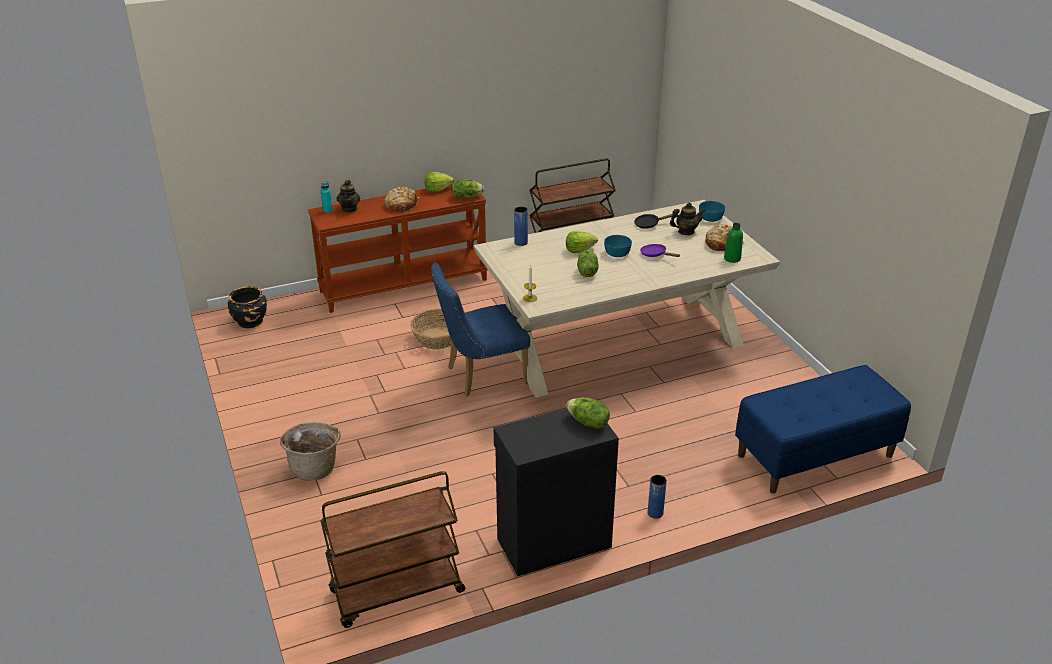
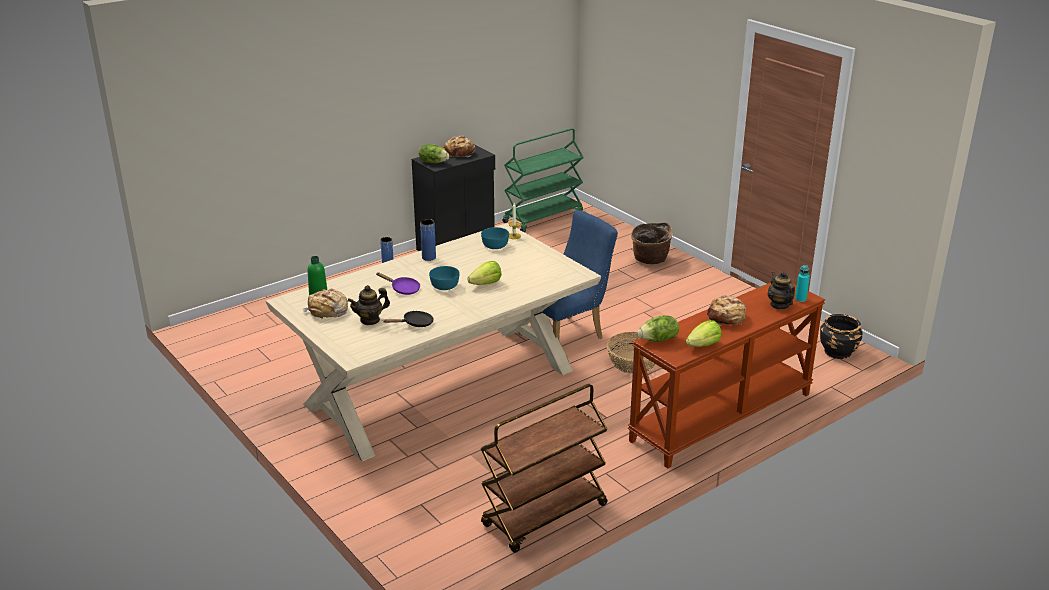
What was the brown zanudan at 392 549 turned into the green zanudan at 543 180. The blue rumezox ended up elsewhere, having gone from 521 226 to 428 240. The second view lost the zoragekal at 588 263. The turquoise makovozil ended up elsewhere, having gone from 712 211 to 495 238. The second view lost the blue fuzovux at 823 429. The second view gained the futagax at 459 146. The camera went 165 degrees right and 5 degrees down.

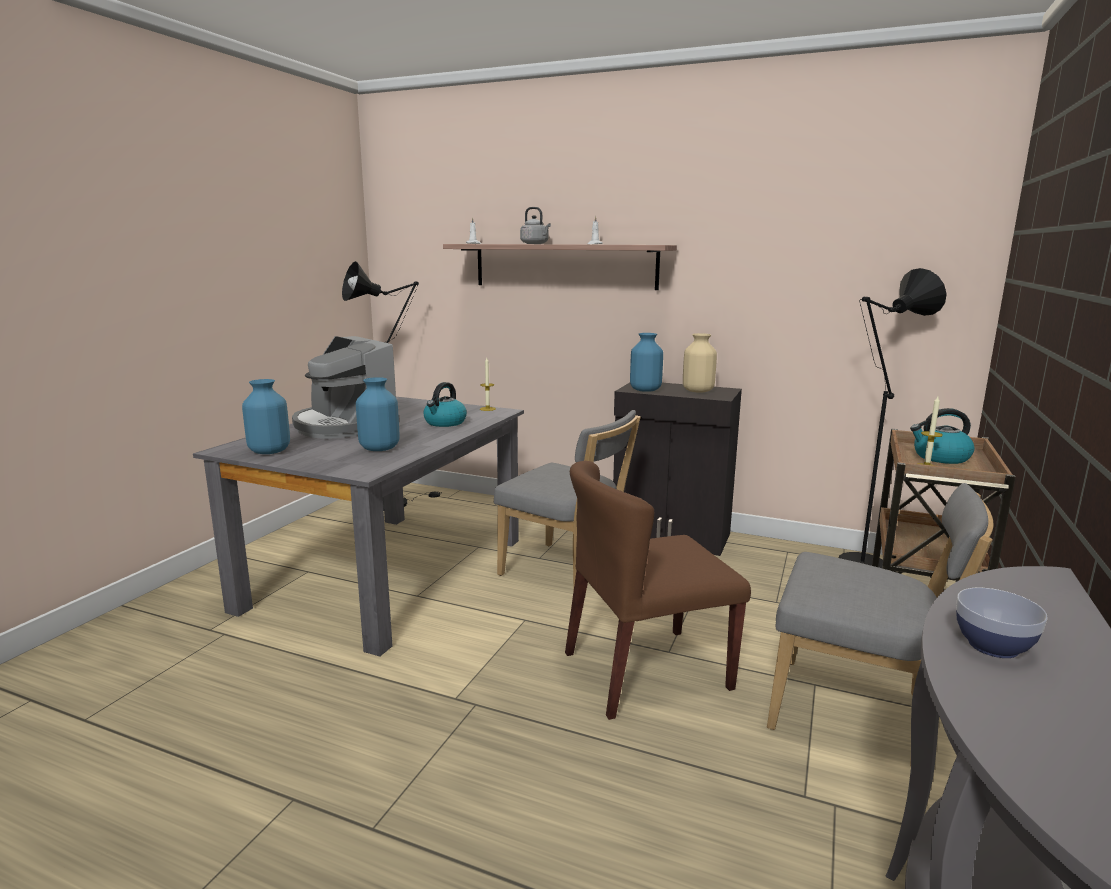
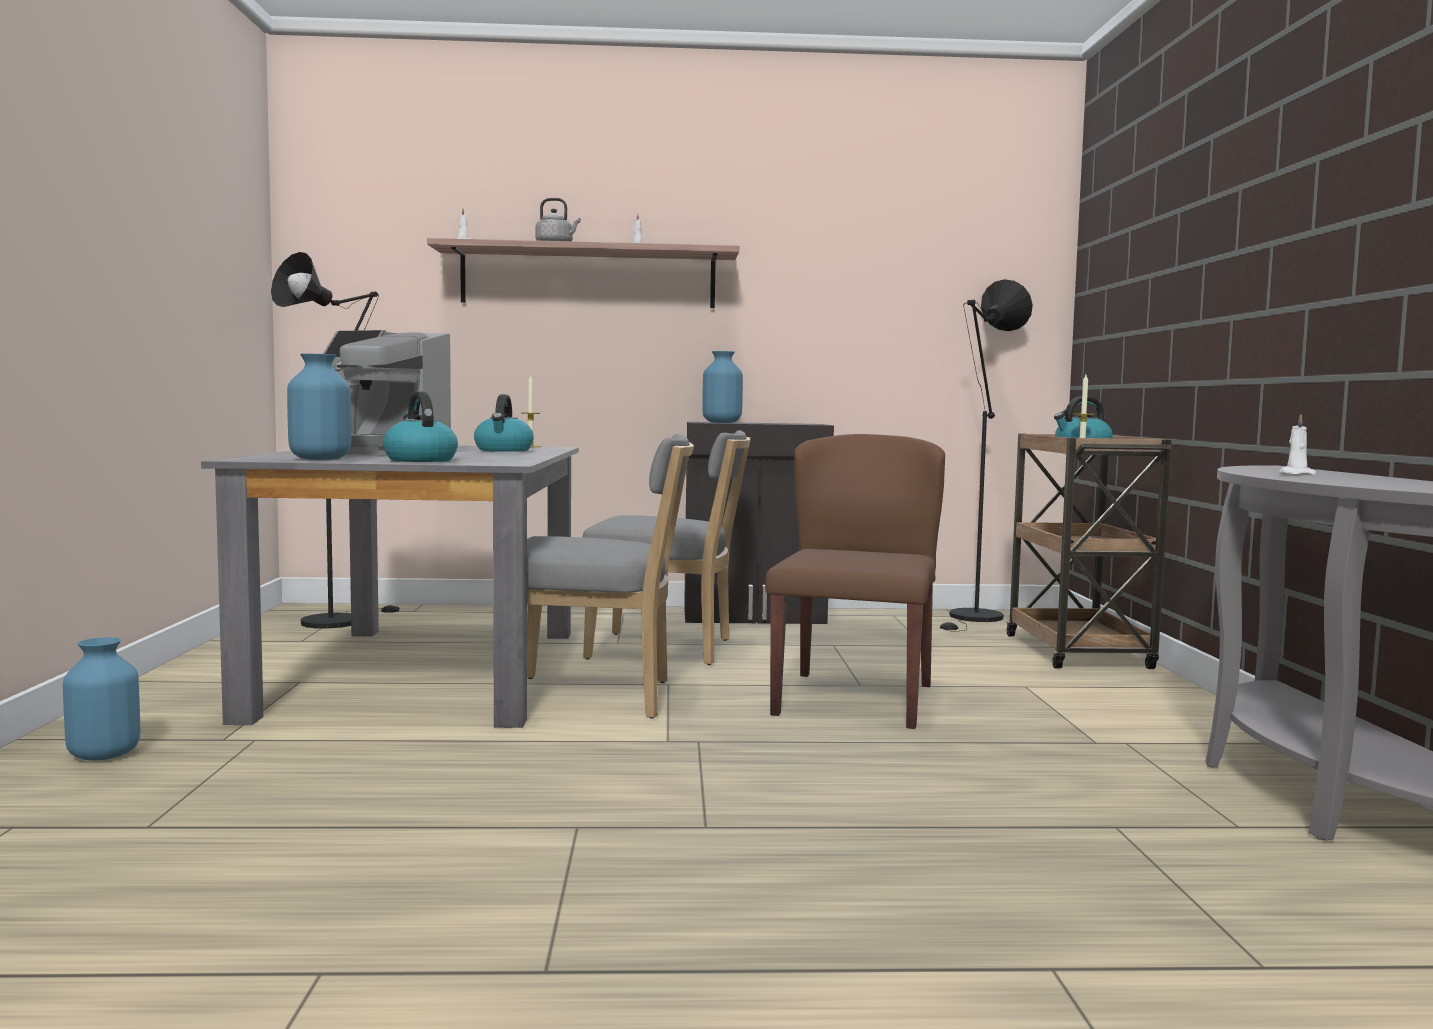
The blue rumezox ended up elsewhere, having gone from 378 414 to 101 699. The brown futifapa at 658 590 ended up facing another way, 150 degrees clockwise from before. The second view lost the beige rumezox at 700 363. The grey futifapa ended up elsewhere, having gone from 880 624 to 610 576. Where the makovozil stood at 1002 623, the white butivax came to stand at 1297 444. The second view gained the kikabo at 420 426. The camera went 25 degrees left and 10 degrees down.

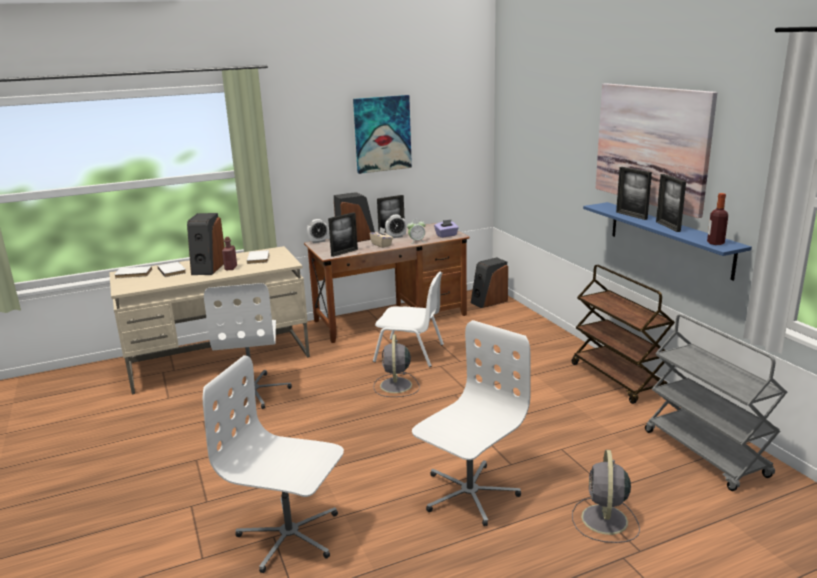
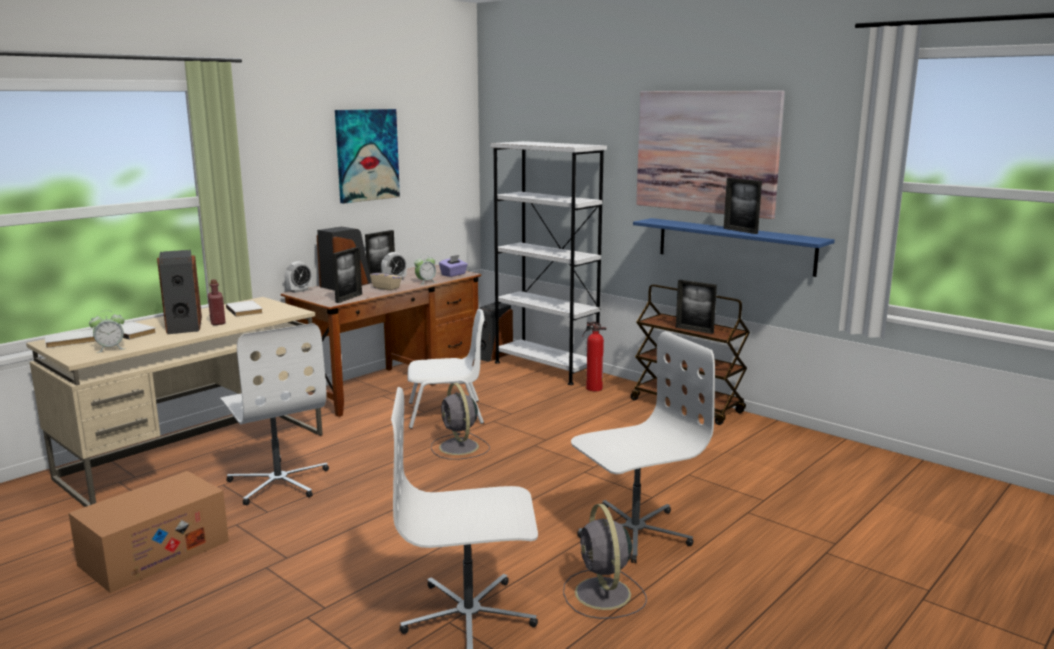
The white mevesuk at 471 423 ended up facing another way, 45 degrees clockwise from before. The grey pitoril ended up elsewhere, having gone from 606 496 to 605 561. The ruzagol ended up elsewhere, having gone from 634 193 to 696 307. The second view lost the grey zanudan at 716 402. The second view lost the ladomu at 717 219. The second view gained the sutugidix at 149 532. The second view gained the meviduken at 107 331. The second view gained the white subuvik at 548 263. The second view gained the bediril at 594 356. The camera went 25 degrees left and 5 degrees down.

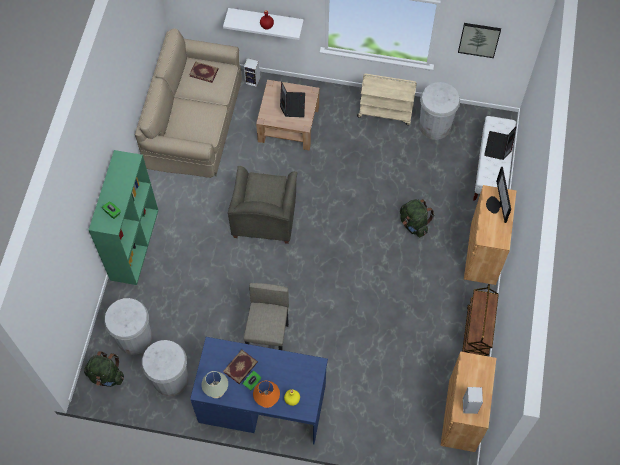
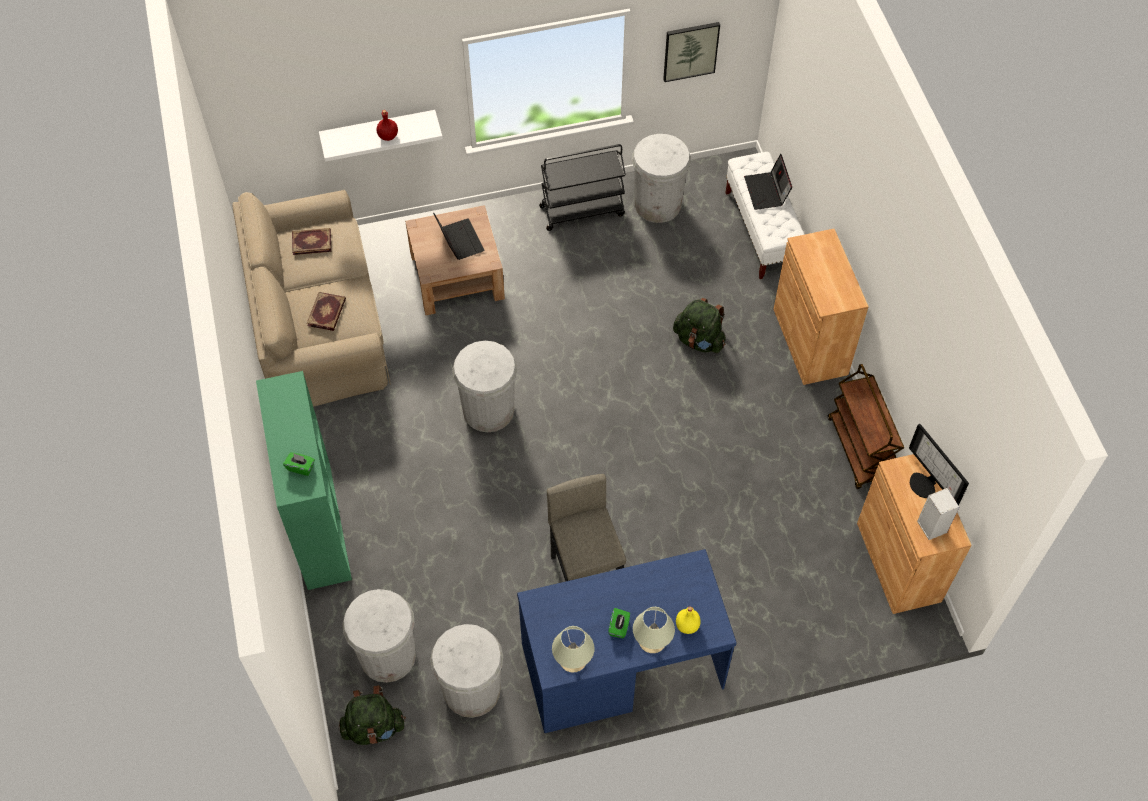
The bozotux ended up elsewhere, having gone from 240 367 to 326 311. Where the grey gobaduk stood at 263 205, the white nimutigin came to stand at 484 386. The second view lost the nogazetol at 252 72. What was the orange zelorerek at 266 394 turned into the beige zelorerek at 654 630. What was the beige zanudan at 387 99 turned into the black zanudan at 582 187. The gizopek ended up elsewhere, having gone from 498 195 to 939 464. The camera went 25 degrees left and 5 degrees down.

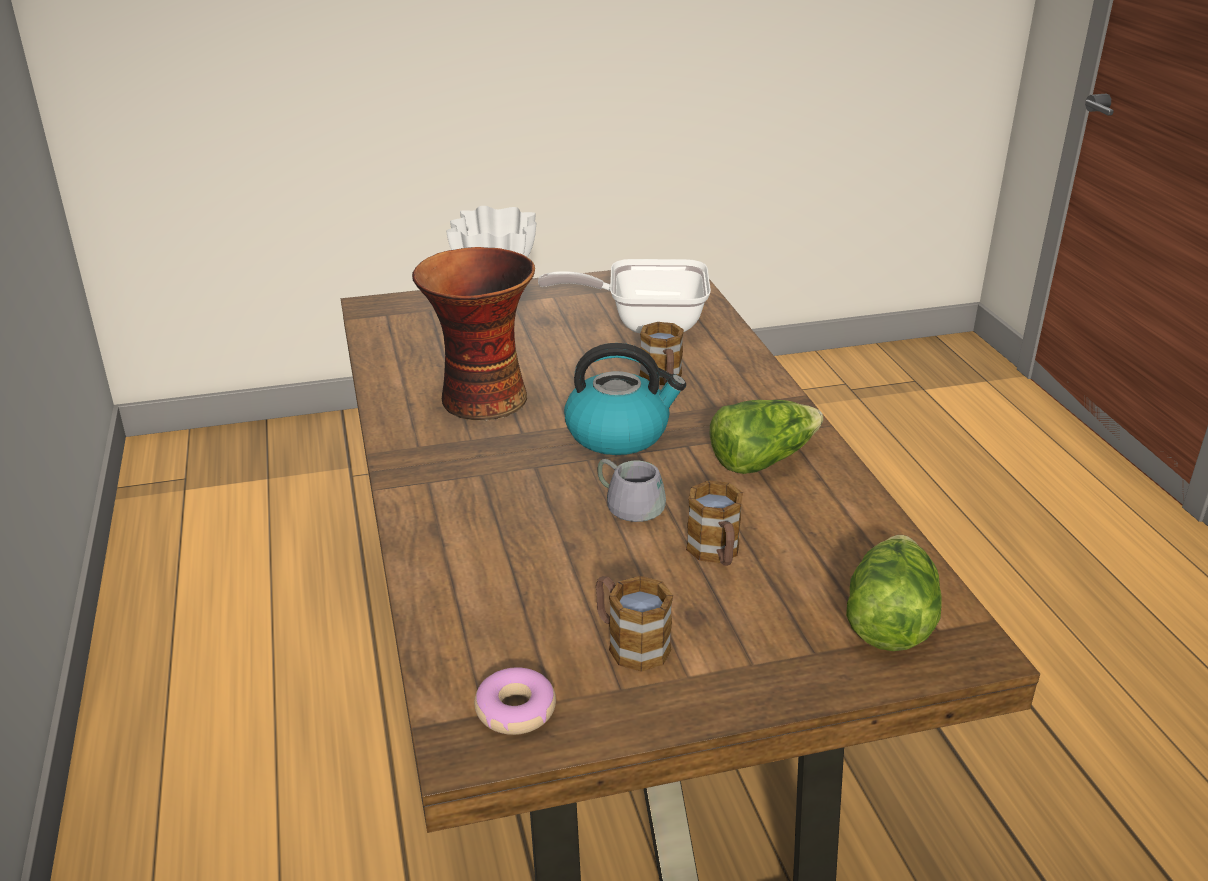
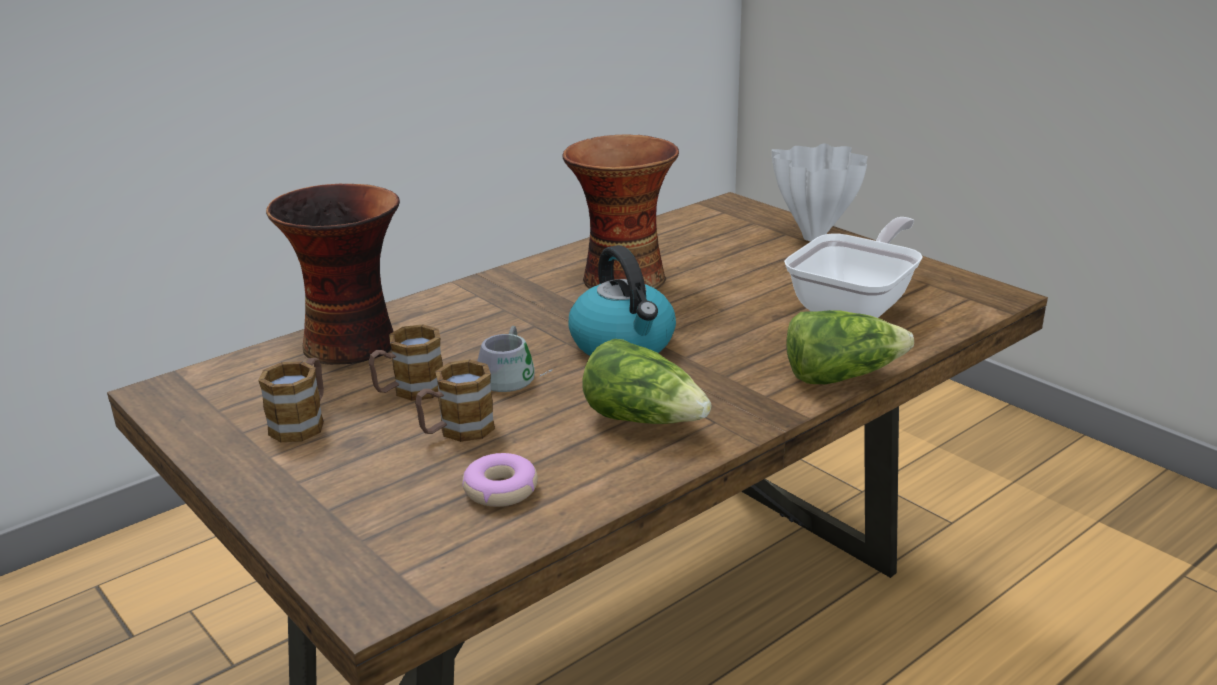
The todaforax ended up elsewhere, having gone from 515 701 to 500 480. The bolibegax at 624 296 ended up facing another way, 60 degrees clockwise from before. The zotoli ended up elsewhere, having gone from 662 353 to 406 362. The zoragekal ended up elsewhere, having gone from 893 593 to 850 347. The second view gained the rumezox at 333 274. The camera went 65 degrees right and 5 degrees down.

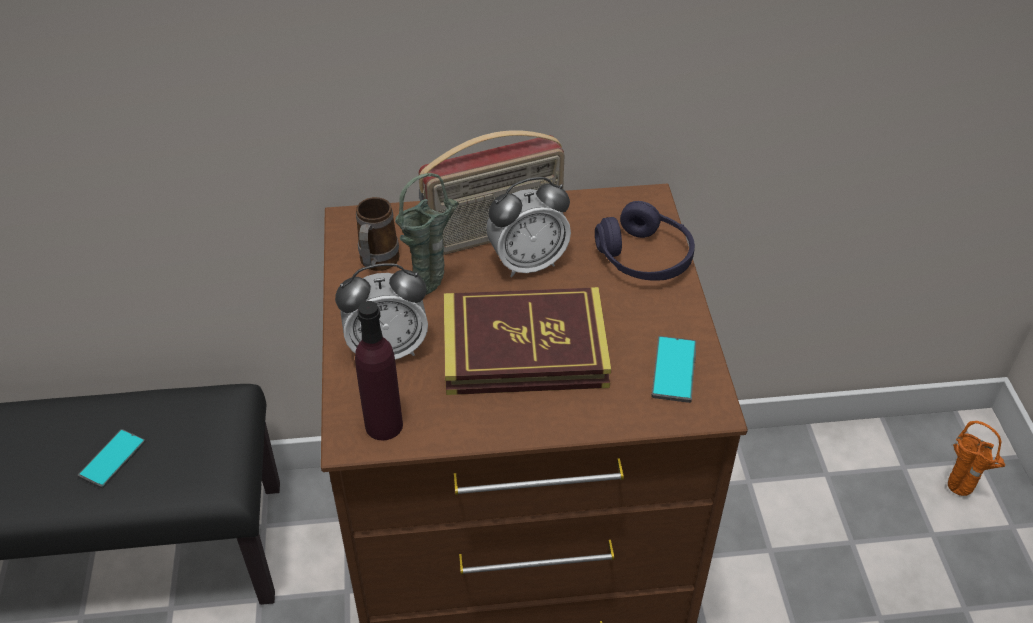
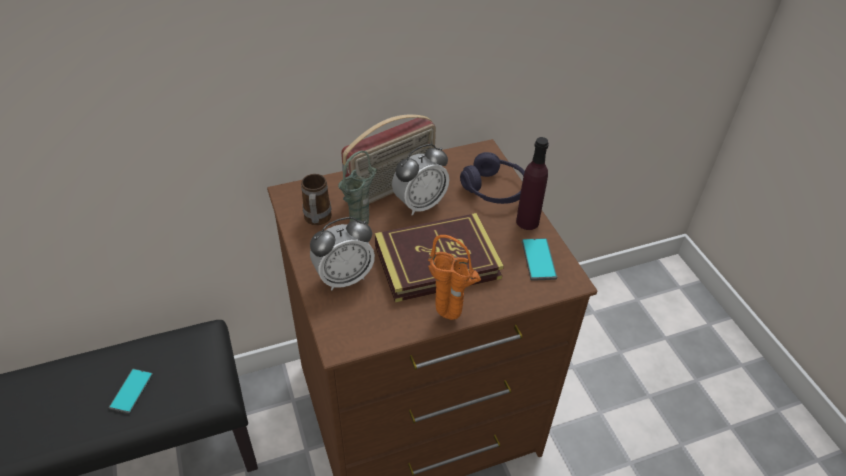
The purple ladomu ended up elsewhere, having gone from 379 370 to 532 183. The orange rumezox ended up elsewhere, having gone from 976 458 to 454 277. The camera went 15 degrees left and 0 degrees up.

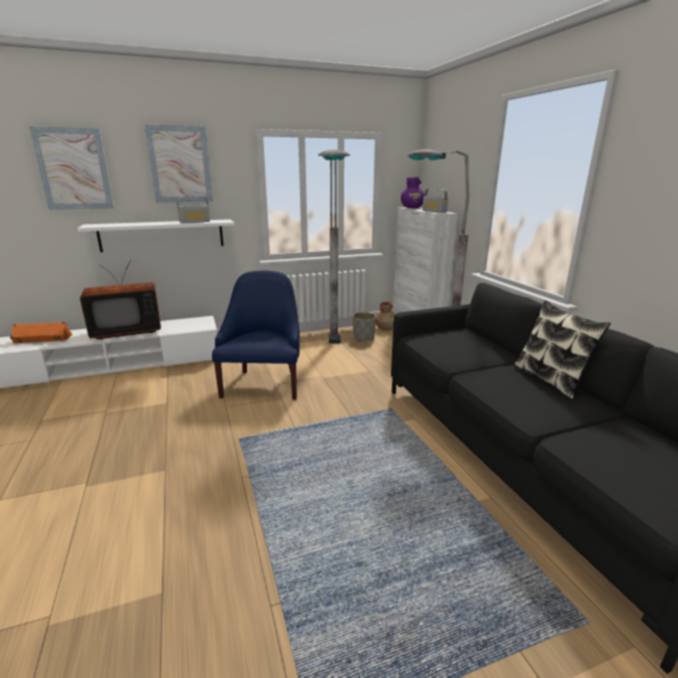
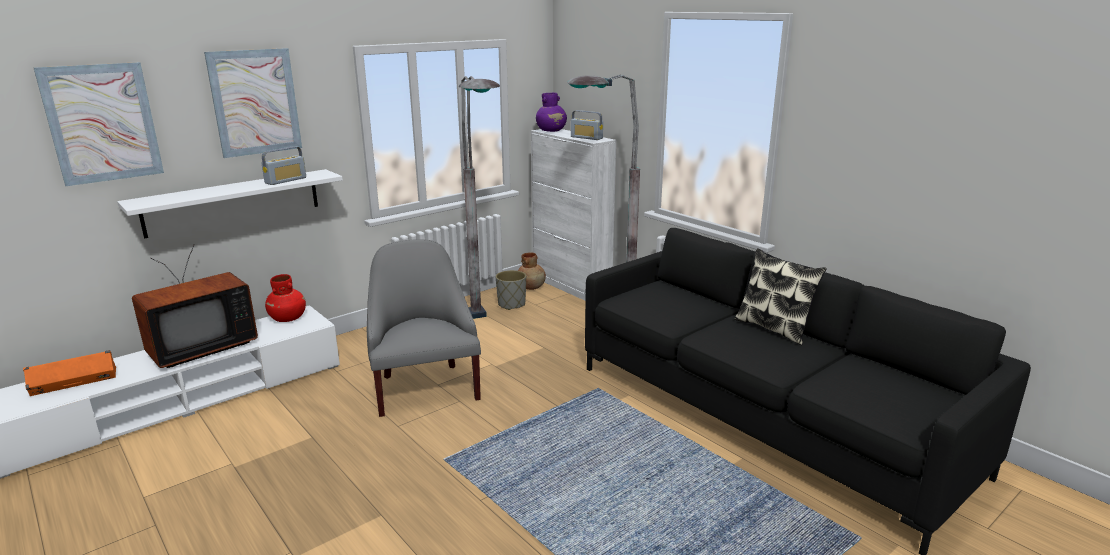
What was the blue gobaduk at 256 335 turned into the grey gobaduk at 424 328. The second view gained the red rumezox at 285 298. The camera went 20 degrees left and 0 degrees up.

